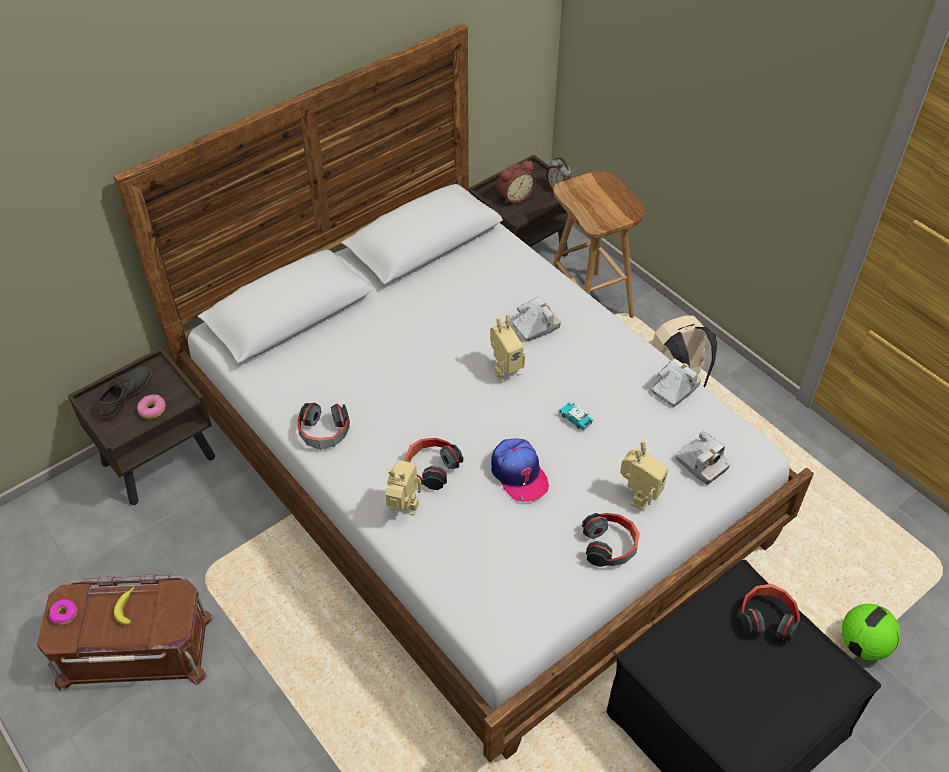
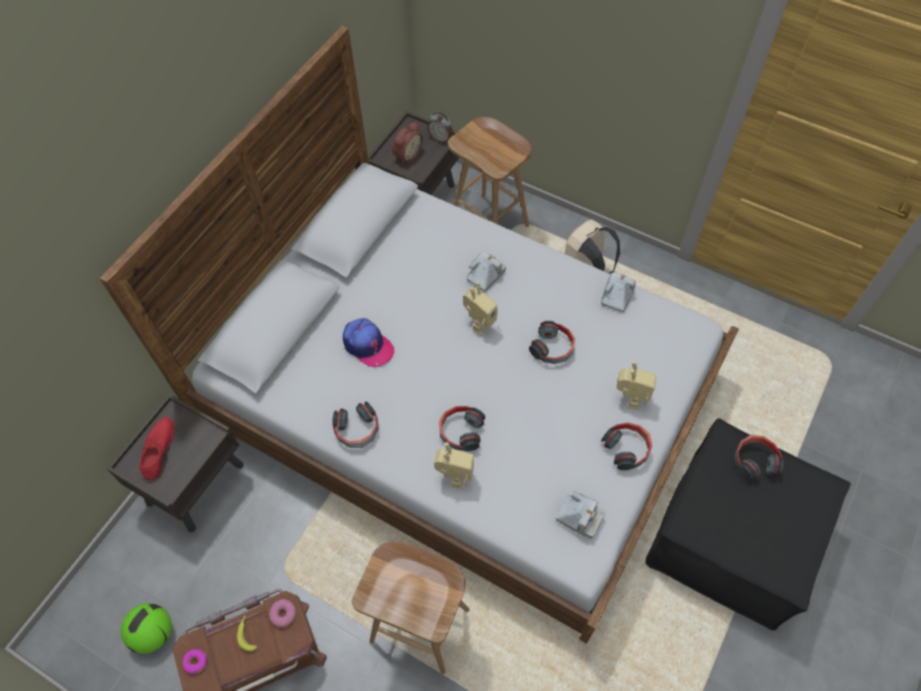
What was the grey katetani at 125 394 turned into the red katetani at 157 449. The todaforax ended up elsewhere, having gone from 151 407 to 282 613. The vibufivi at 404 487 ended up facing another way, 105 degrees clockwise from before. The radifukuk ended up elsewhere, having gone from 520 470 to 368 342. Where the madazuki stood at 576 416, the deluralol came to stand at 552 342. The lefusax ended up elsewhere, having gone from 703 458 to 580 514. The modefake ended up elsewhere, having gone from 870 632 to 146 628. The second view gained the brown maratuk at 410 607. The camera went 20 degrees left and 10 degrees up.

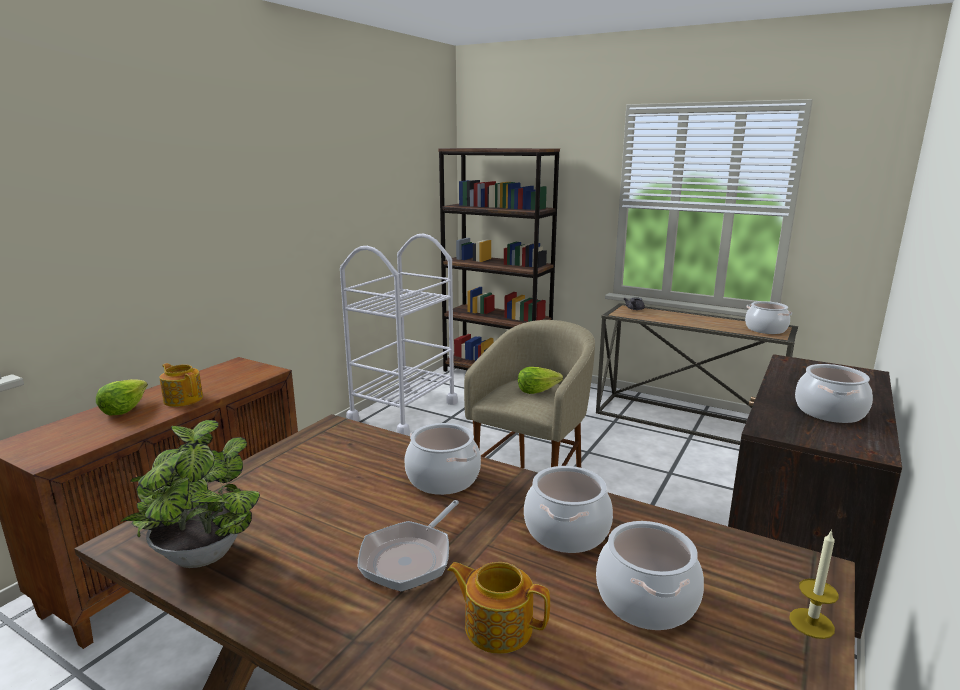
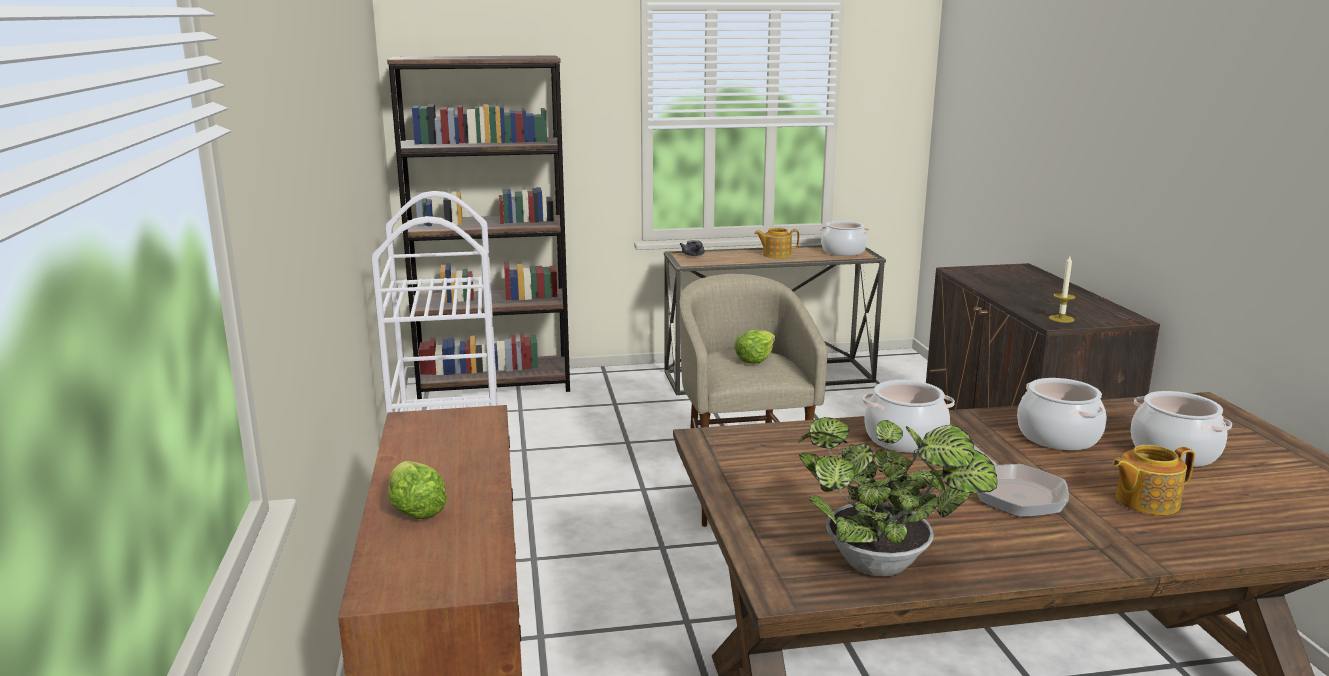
The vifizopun ended up elsewhere, having gone from 181 385 to 776 243. The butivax ended up elsewhere, having gone from 814 584 to 1062 289. The second view lost the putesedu at 834 393. The camera went 40 degrees left and 0 degrees up.

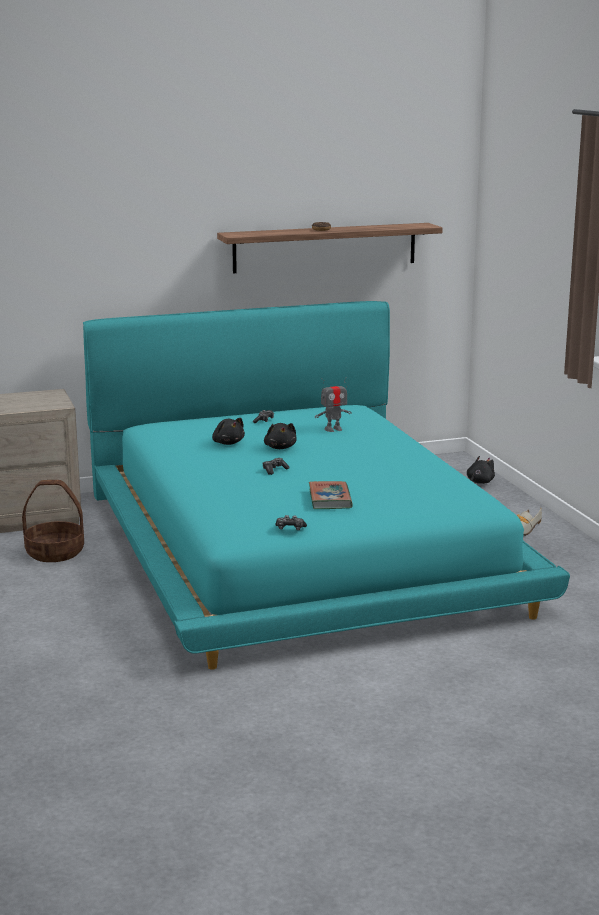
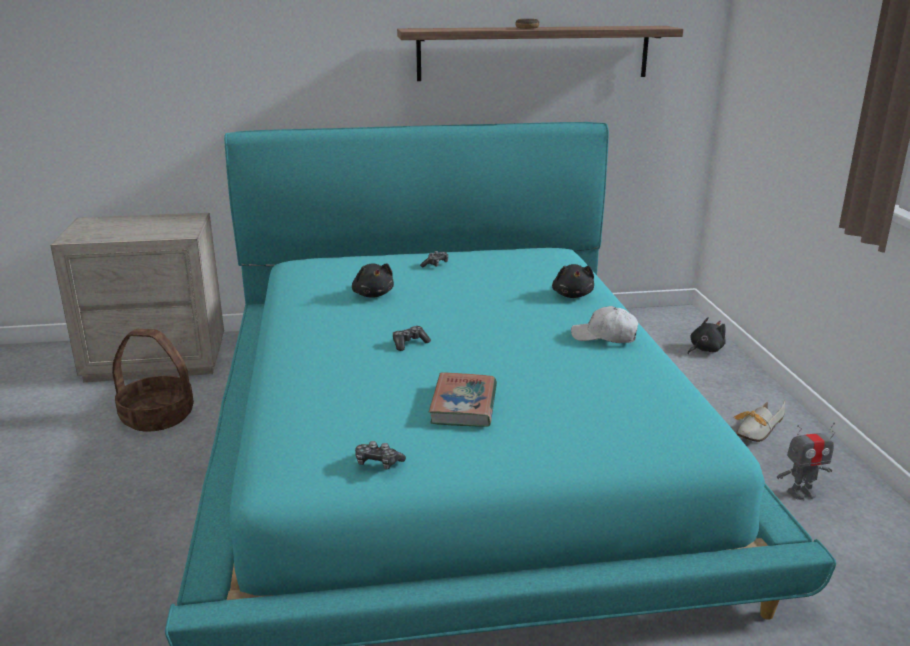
The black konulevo ended up elsewhere, having gone from 280 436 to 573 281. The vibufivi ended up elsewhere, having gone from 333 404 to 806 461. The second view gained the white radifukuk at 604 324. The camera went 10 degrees right and 5 degrees up.

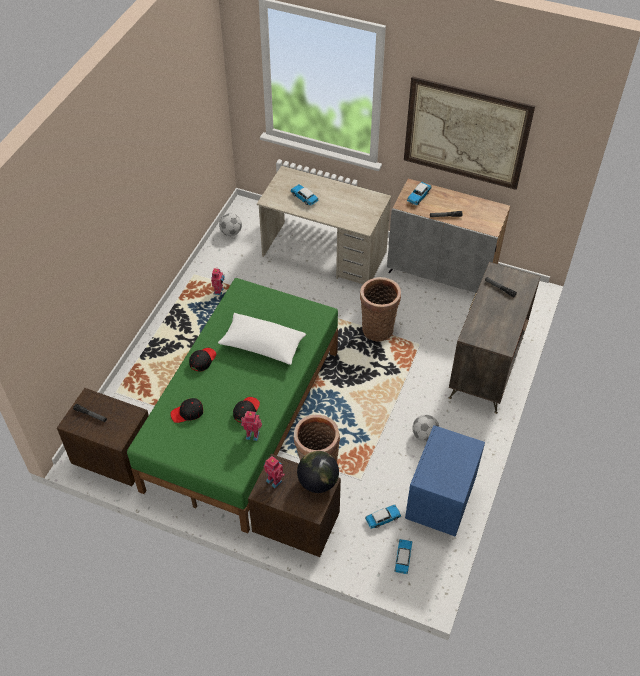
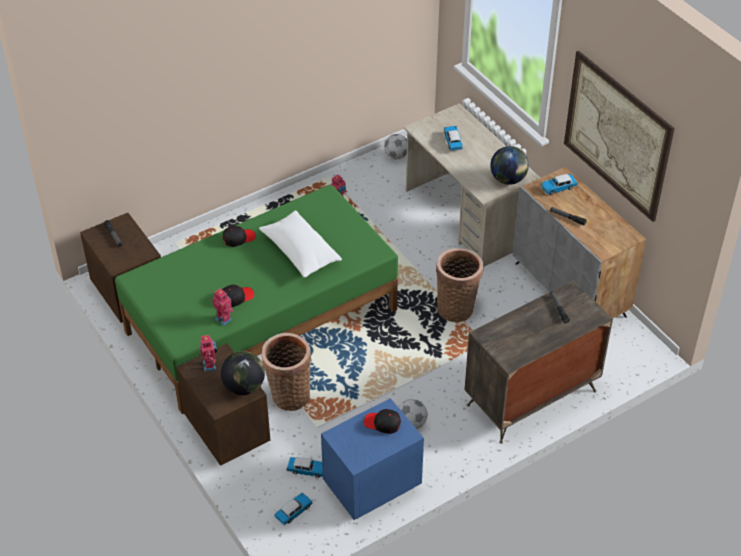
The black radifukuk ended up elsewhere, having gone from 186 410 to 382 421. The second view gained the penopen at 509 165. The camera went 35 degrees right and 5 degrees down.

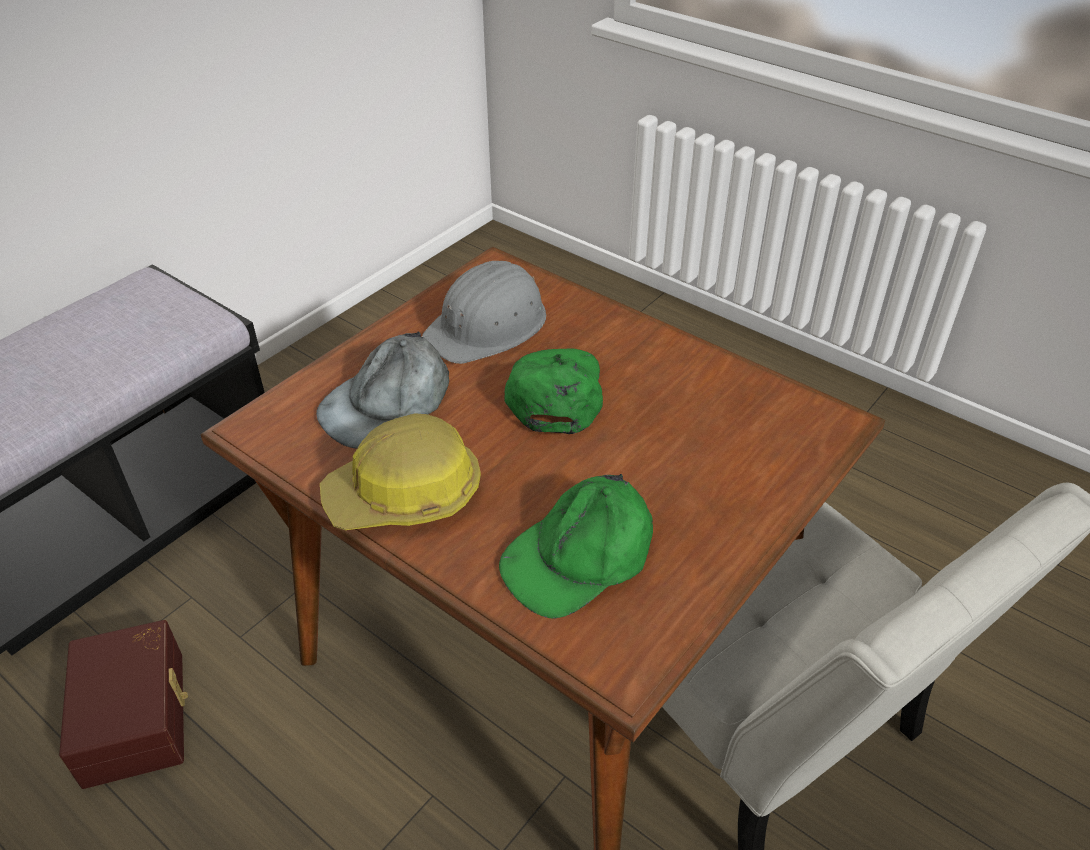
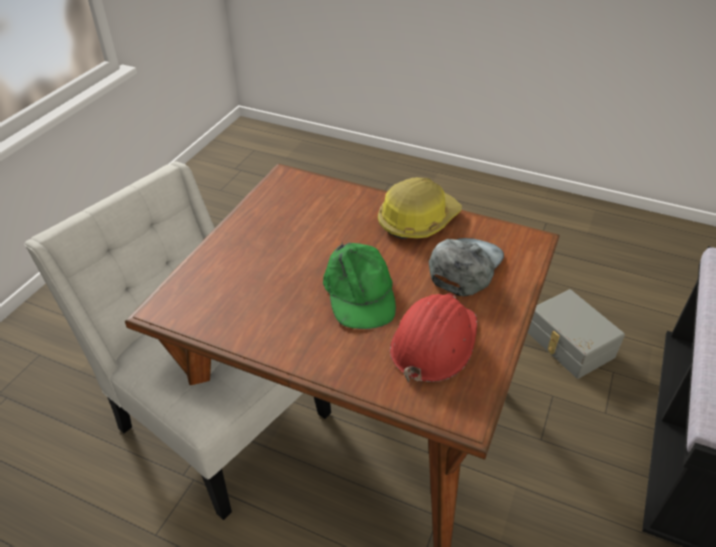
What was the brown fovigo at 123 704 turned into the grey fovigo at 576 334. What was the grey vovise at 484 312 turned into the red vovise at 433 337. The second view lost the green radifukuk at 576 546. The camera went 165 degrees right and 0 degrees up.

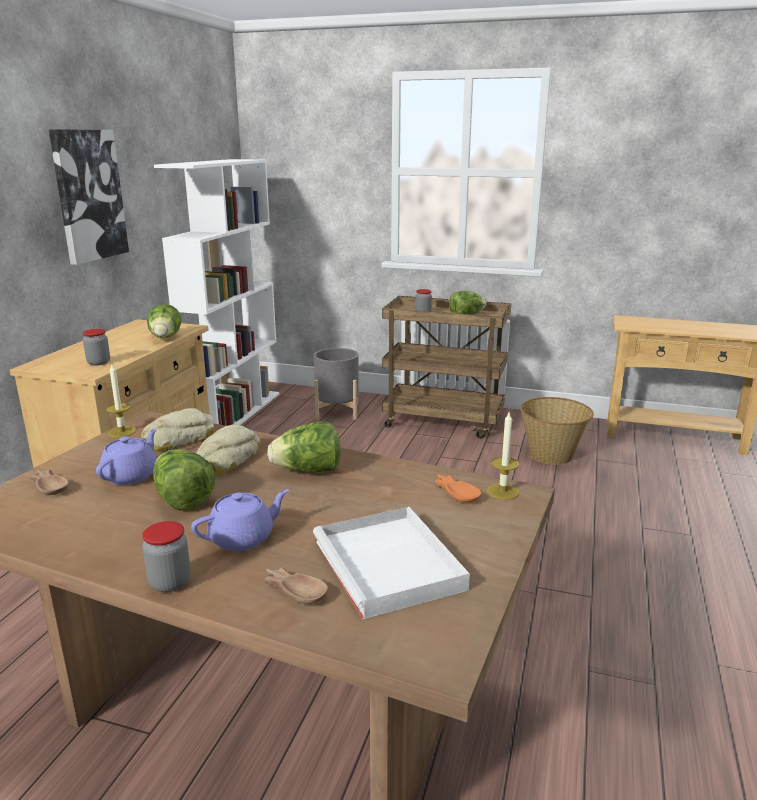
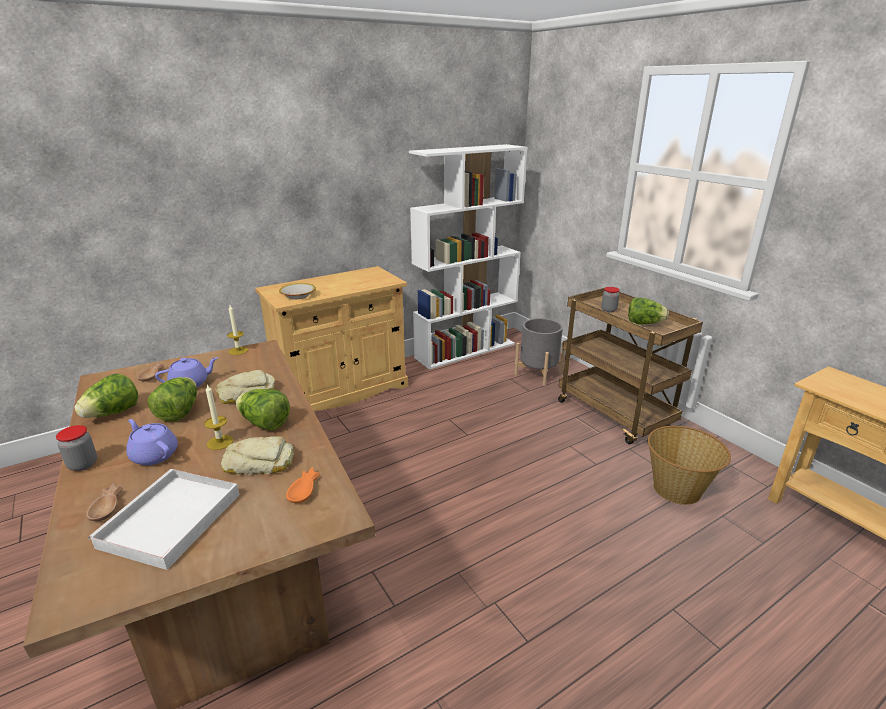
The second view lost the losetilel at 89 197. Where the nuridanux stood at 96 347, the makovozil came to stand at 297 291. The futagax ended up elsewhere, having gone from 177 429 to 257 455. The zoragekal ended up elsewhere, having gone from 164 321 to 106 396. The purple vifizopun at 240 520 ended up facing another way, 150 degrees counterclockwise from before. The butivax ended up elsewhere, having gone from 503 456 to 218 417. The camera went 40 degrees right and 5 degrees up.

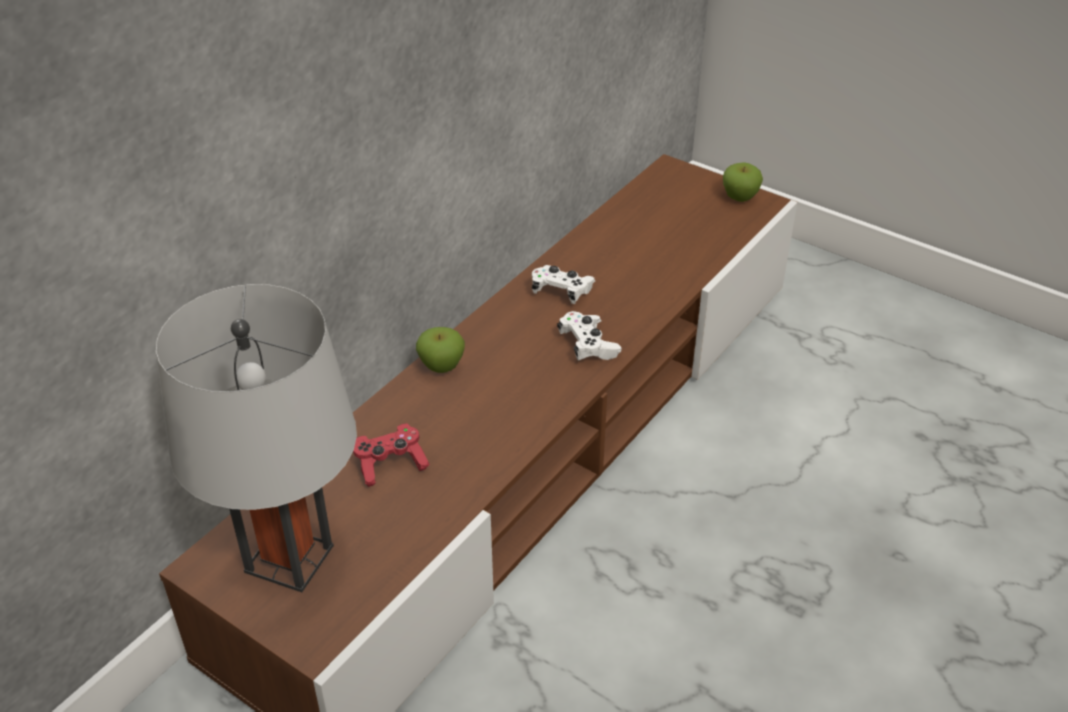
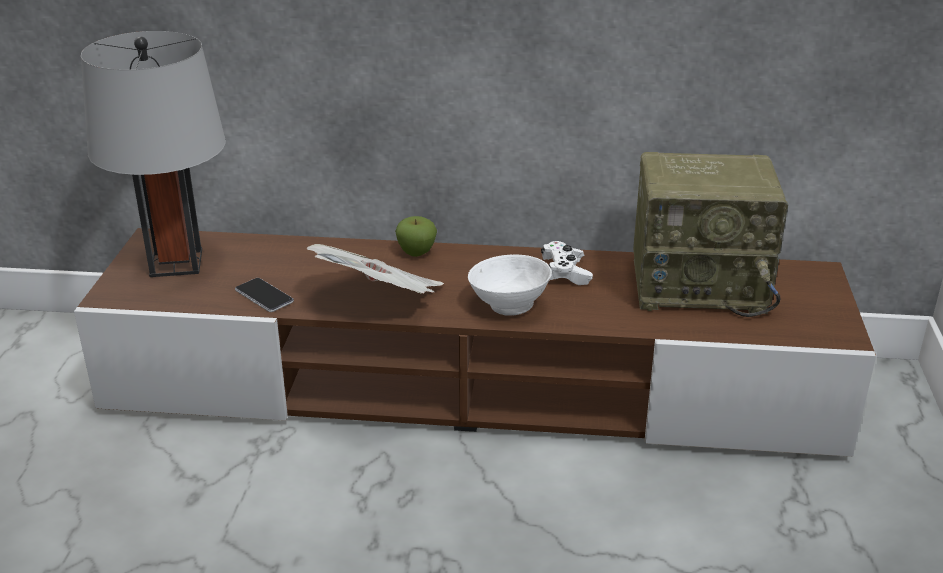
The second view lost the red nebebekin at 391 455. Where the white nebebekin stood at 589 336, the white makovozil came to stand at 510 285. The second view lost the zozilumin at 743 182. The second view gained the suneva at 264 295. The second view gained the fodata at 375 269. The second view gained the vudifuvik at 710 234. The camera went 60 degrees right and 10 degrees down.

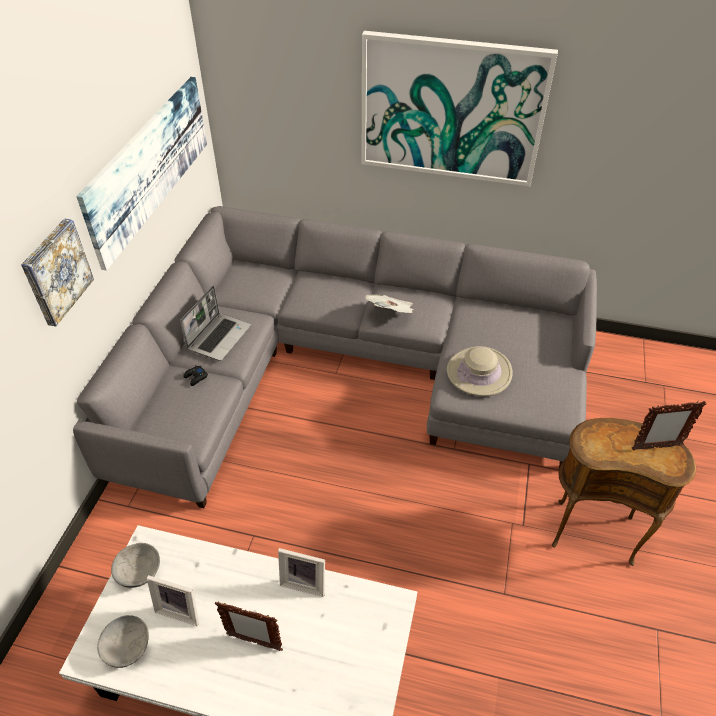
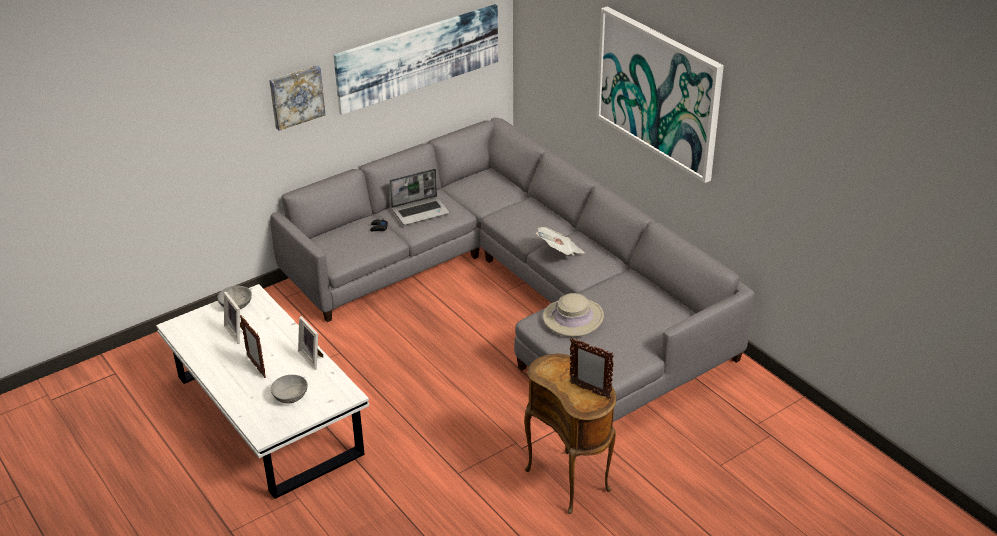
The grey makovozil ended up elsewhere, having gone from 123 641 to 289 389. The camera went 40 degrees right and 10 degrees down.

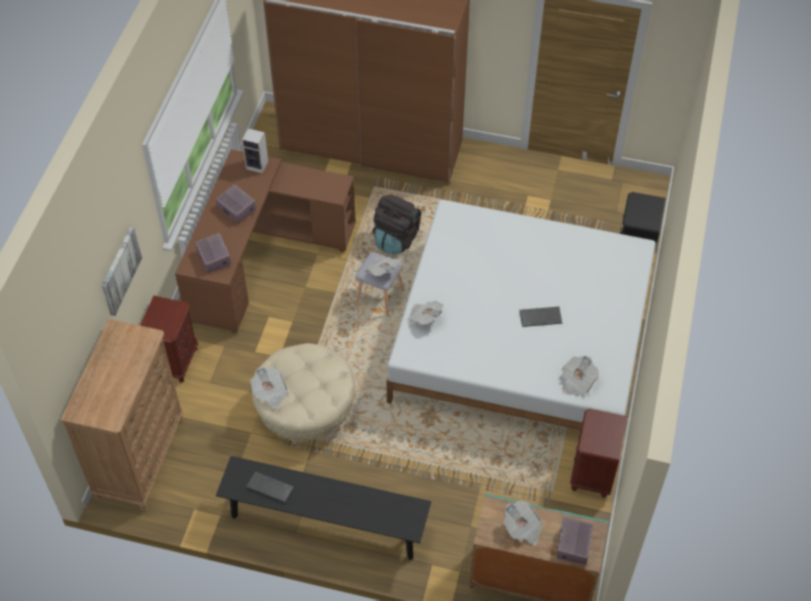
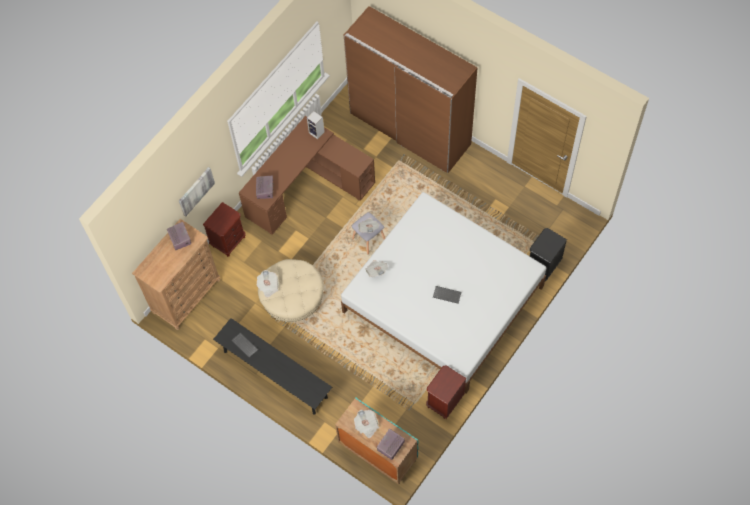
The vudifuvik ended up elsewhere, having gone from 236 203 to 179 236. The second view lost the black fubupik at 397 224. The second view lost the fodata at 580 376. The camera went 25 degrees right and 10 degrees up.

